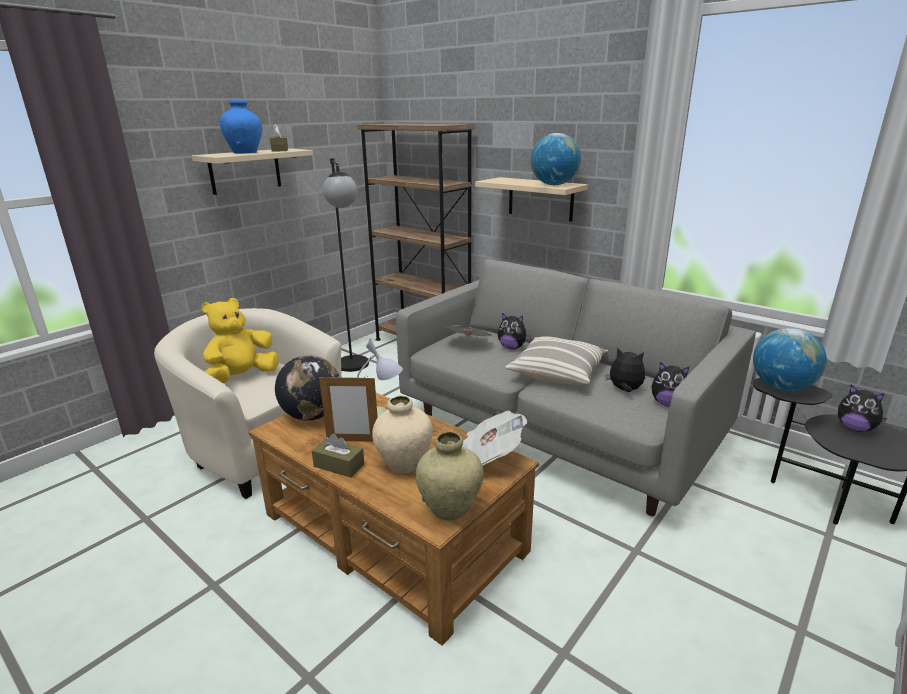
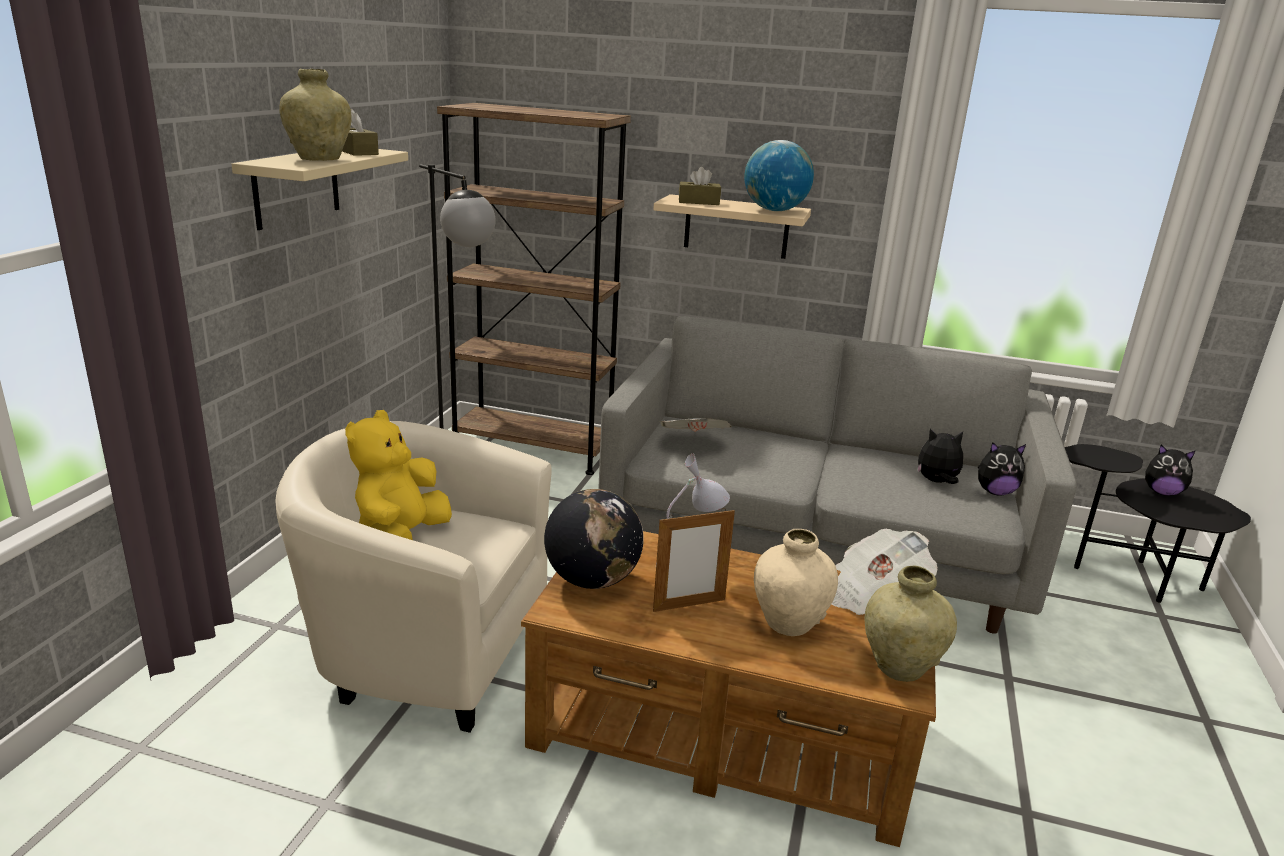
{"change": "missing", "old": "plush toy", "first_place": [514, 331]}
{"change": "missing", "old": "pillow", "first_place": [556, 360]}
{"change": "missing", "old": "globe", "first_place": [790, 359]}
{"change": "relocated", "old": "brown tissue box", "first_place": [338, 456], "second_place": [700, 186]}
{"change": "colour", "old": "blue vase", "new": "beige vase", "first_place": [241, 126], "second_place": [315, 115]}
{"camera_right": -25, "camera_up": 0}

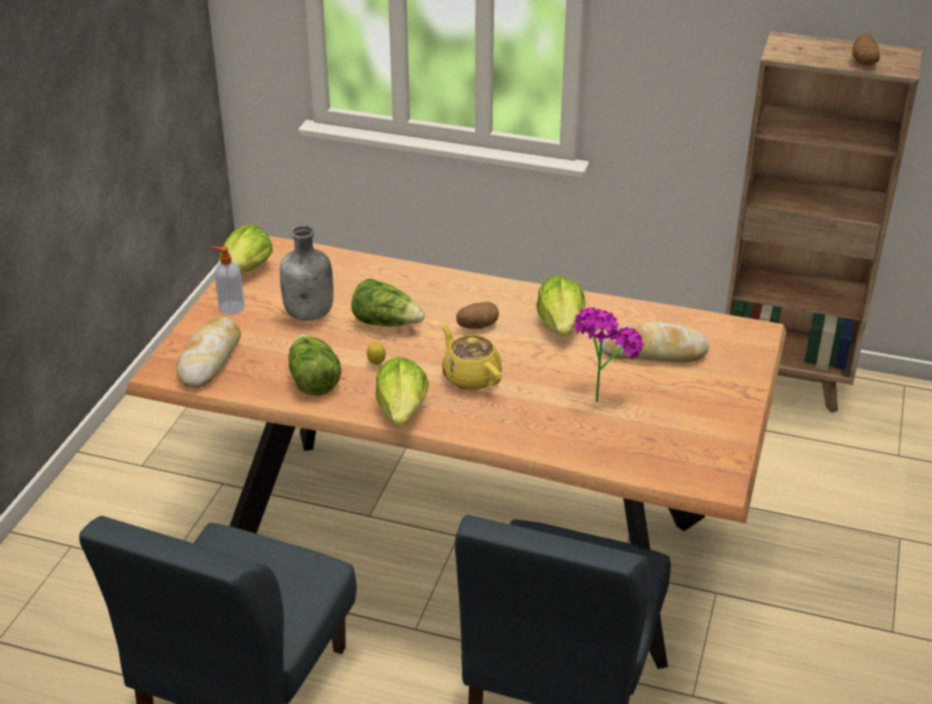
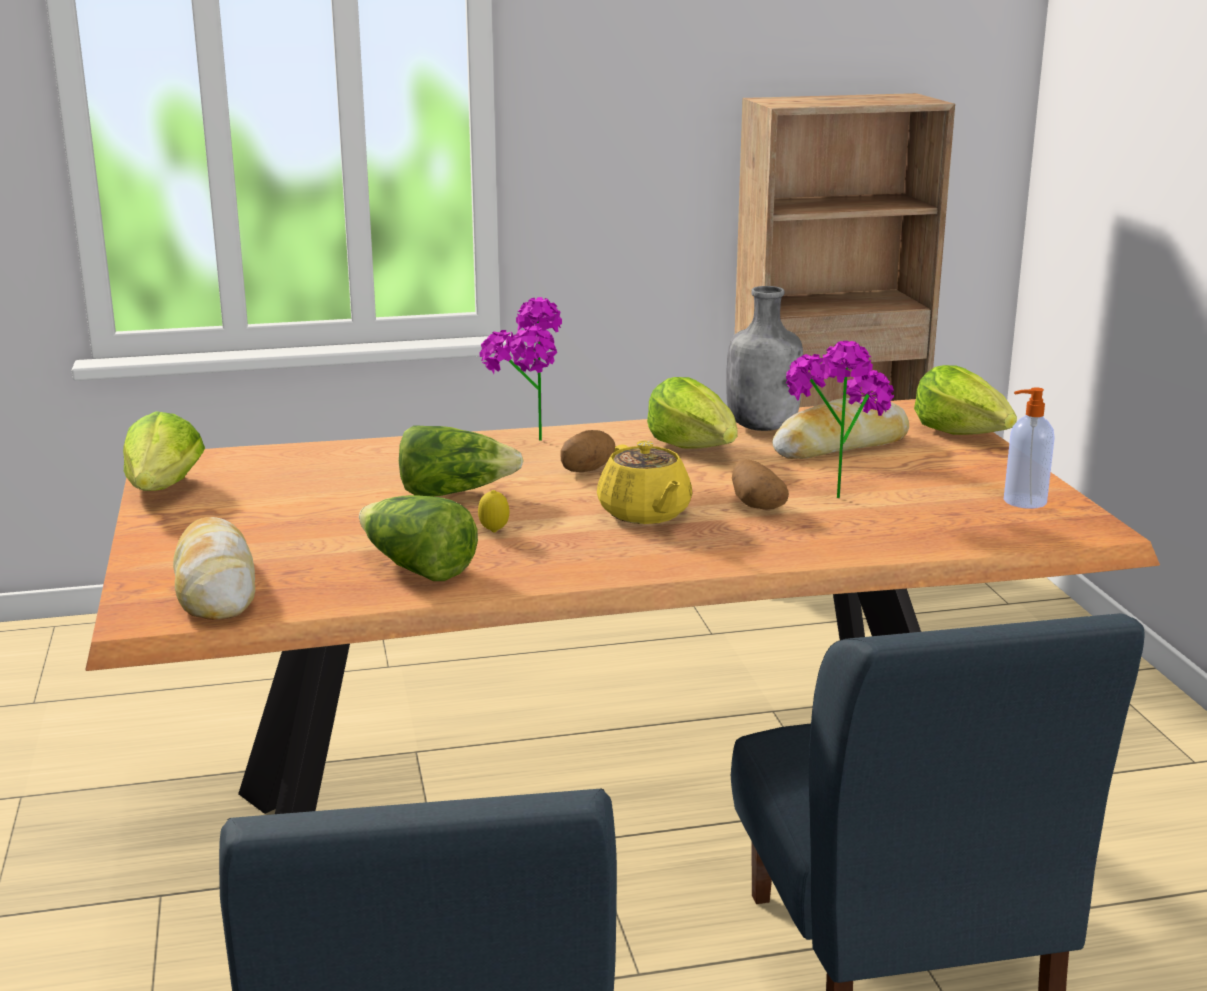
{"change": "appeared", "new": "potted plant", "second_place": [521, 369]}
{"change": "relocated", "old": "soap dispenser", "first_place": [227, 280], "second_place": [1029, 448]}
{"change": "relocated", "old": "grey bottle", "first_place": [307, 273], "second_place": [764, 358]}
{"change": "relocated", "old": "lettuce", "first_place": [402, 392], "second_place": [965, 400]}
{"change": "relocated", "old": "potato", "first_place": [866, 49], "second_place": [760, 484]}
{"change": "spun", "old": "yellow teapot", "first_place": [471, 357], "second_place": [645, 482], "degrees": -135}
{"camera_right": -30, "camera_up": -15}

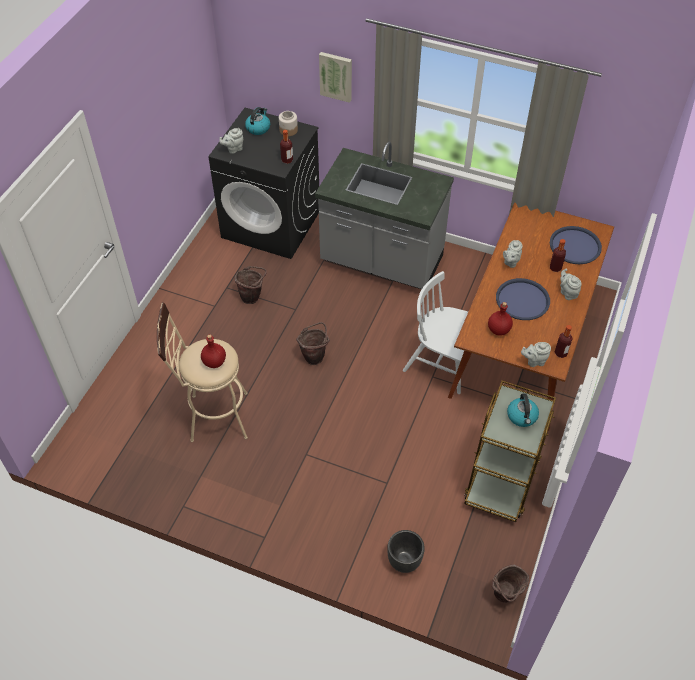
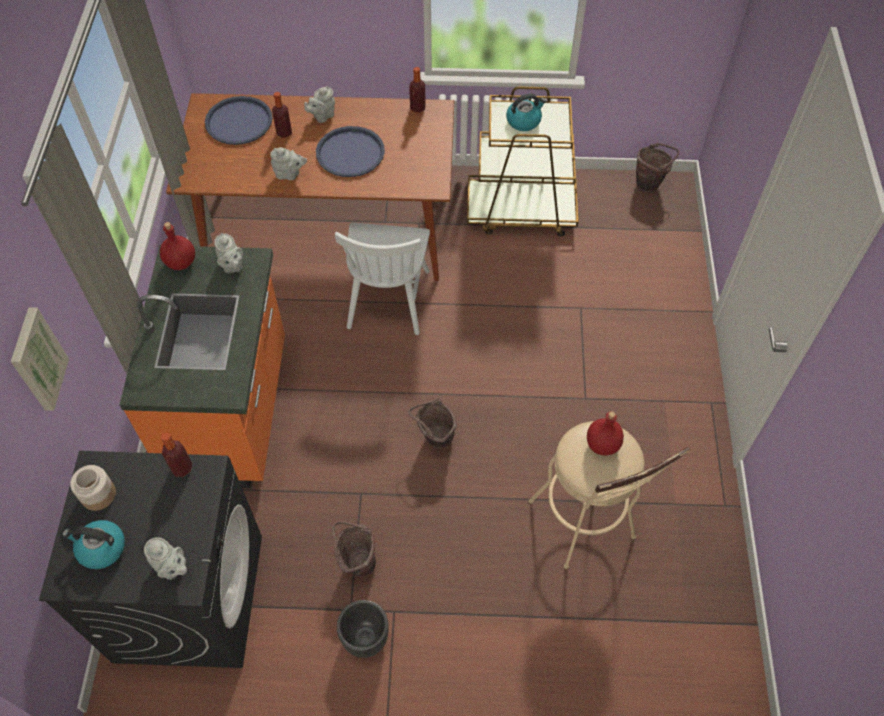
{"change": "relocated", "old": "black planter", "first_place": [406, 551], "second_place": [363, 629]}
{"change": "relocated", "old": "red bottle", "first_place": [500, 319], "second_place": [177, 246]}
{"change": "relocated", "old": "grey teapot", "first_place": [536, 354], "second_place": [228, 253]}
{"change": "colour", "old": "grey counter", "new": "orange counter", "first_place": [384, 215], "second_place": [202, 366]}
{"camera_right": -110, "camera_up": 5}

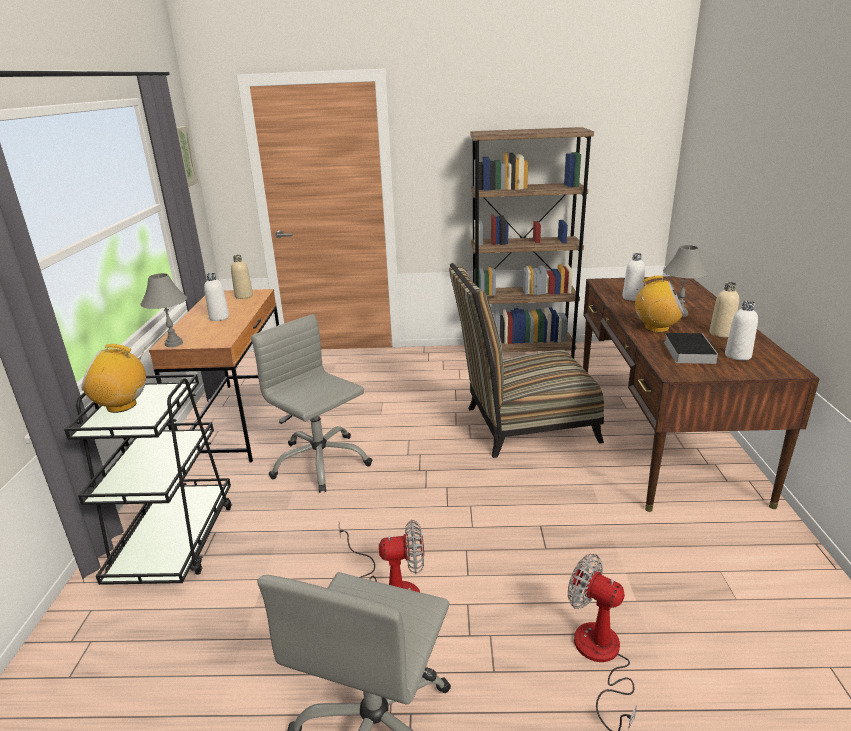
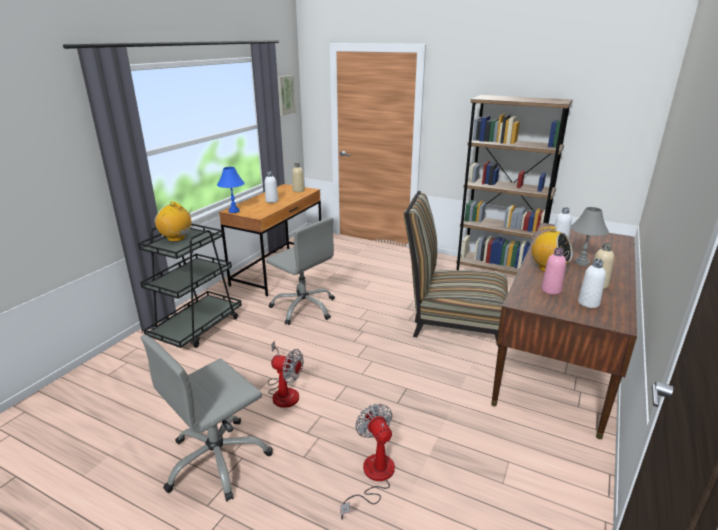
{"change": "exchanged", "old": "book", "new": "pink bottle", "first_place": [691, 348], "second_place": [553, 271]}
{"change": "colour", "old": "grey table lamp", "new": "blue table lamp", "first_place": [164, 310], "second_place": [231, 190]}
{"change": "spun", "old": "grey office chair", "first_place": [311, 403], "second_place": [300, 271], "degrees": 150}
{"camera_right": 25, "camera_up": 0}

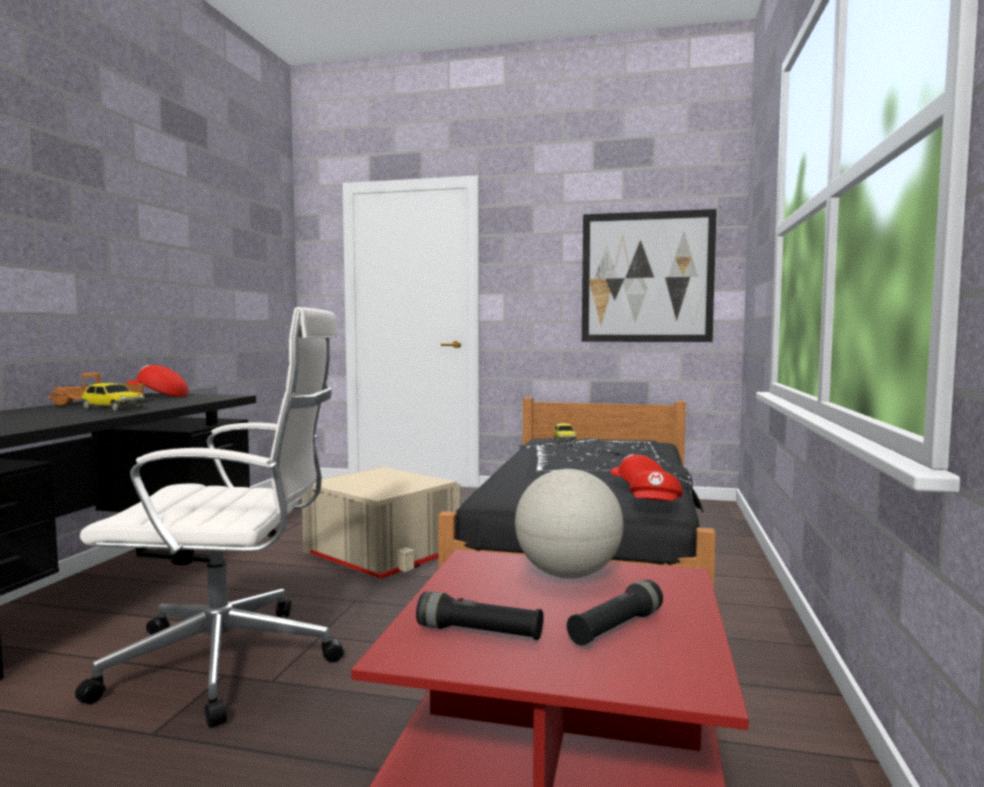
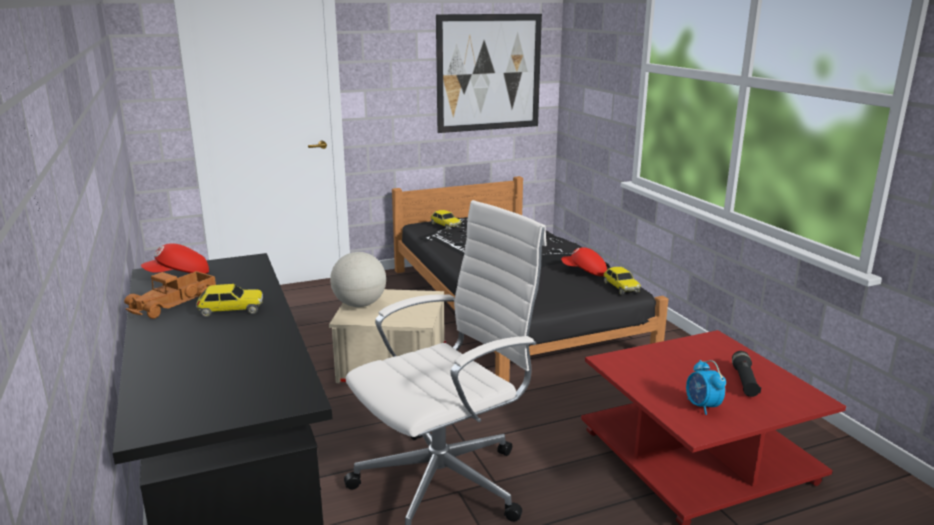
{"change": "relocated", "old": "globe", "first_place": [569, 524], "second_place": [358, 279]}
{"change": "exchanged", "old": "black flashlight", "new": "alarm clock", "first_place": [480, 616], "second_place": [706, 387]}
{"change": "exchanged", "old": "red cap", "new": "toy car", "first_place": [656, 486], "second_place": [622, 281]}
{"camera_right": -35, "camera_up": 15}

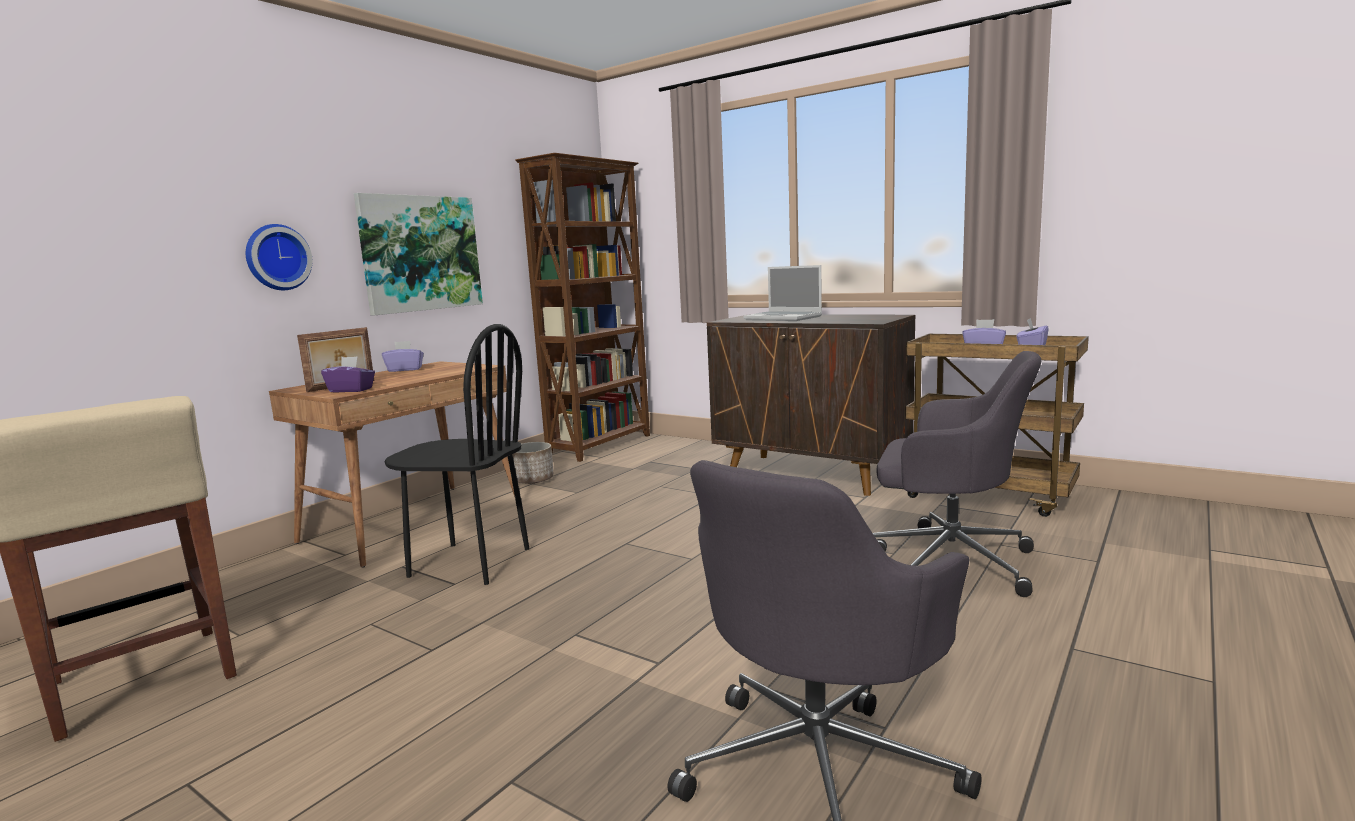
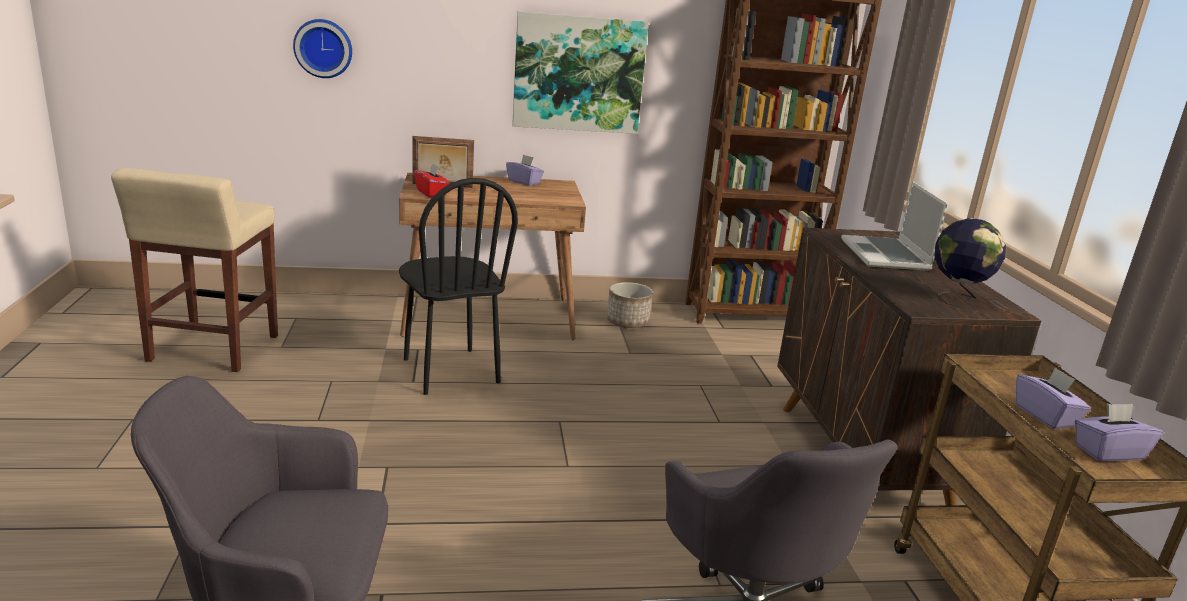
{"change": "appeared", "new": "globe", "second_place": [970, 263]}
{"change": "relocated", "old": "wall clock", "first_place": [279, 257], "second_place": [322, 48]}
{"change": "colour", "old": "purple tissue box", "new": "red tissue box", "first_place": [348, 374], "second_place": [432, 180]}
{"camera_right": 45, "camera_up": 10}

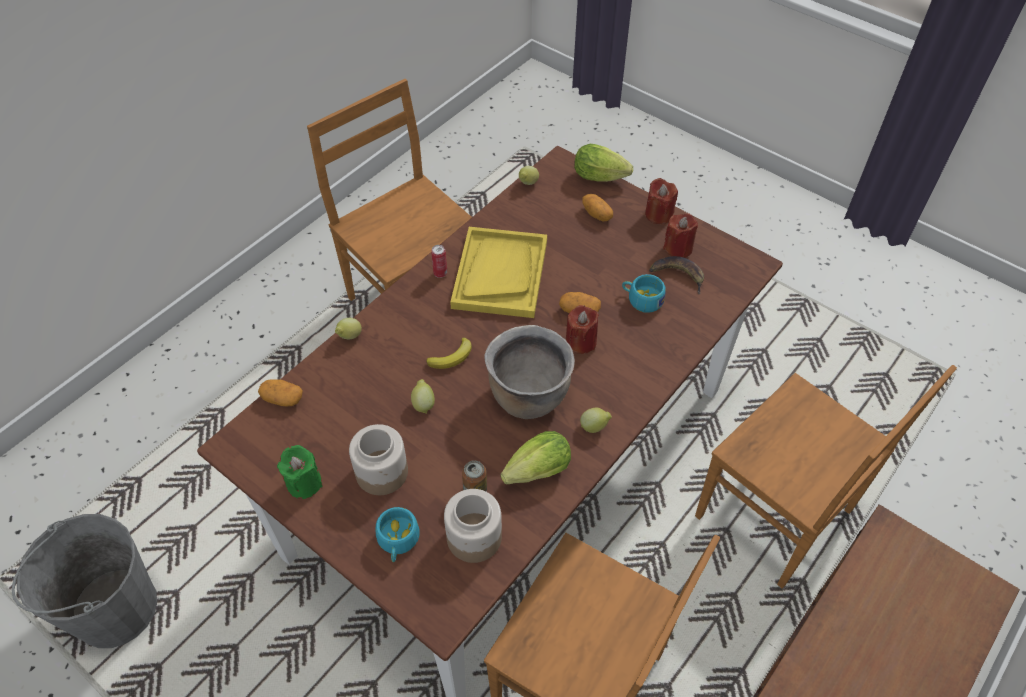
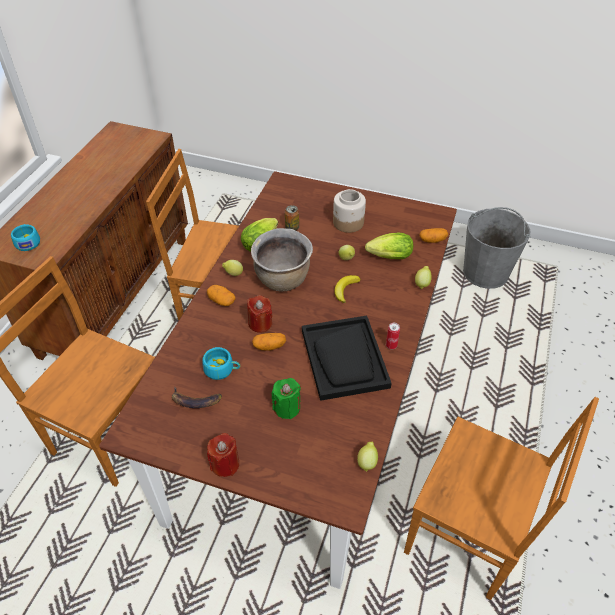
{"change": "missing", "old": "jar", "first_place": [473, 526]}
{"change": "missing", "old": "red candle", "first_place": [680, 235]}
{"change": "relocated", "old": "green candle", "first_place": [300, 472], "second_place": [286, 398]}
{"change": "relocated", "old": "turquoise cup", "first_place": [398, 534], "second_place": [25, 237]}
{"change": "relocated", "old": "lettuce", "first_place": [603, 163], "second_place": [389, 246]}
{"change": "relocated", "old": "potato", "first_place": [597, 207], "second_place": [221, 295]}
{"change": "colour", "old": "yellow tray", "new": "black tray", "first_place": [498, 272], "second_place": [347, 358]}
{"camera_right": 160, "camera_up": -5}

